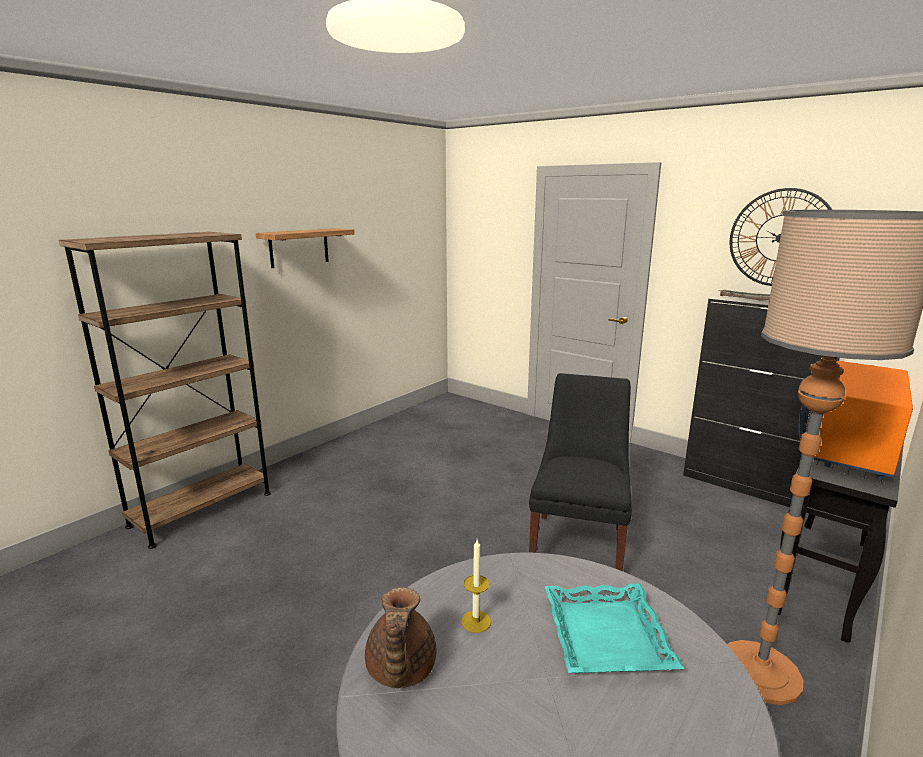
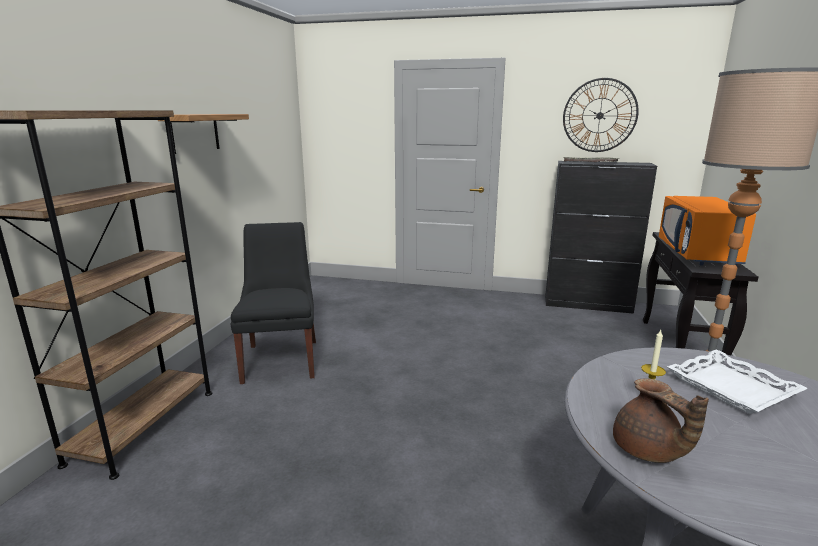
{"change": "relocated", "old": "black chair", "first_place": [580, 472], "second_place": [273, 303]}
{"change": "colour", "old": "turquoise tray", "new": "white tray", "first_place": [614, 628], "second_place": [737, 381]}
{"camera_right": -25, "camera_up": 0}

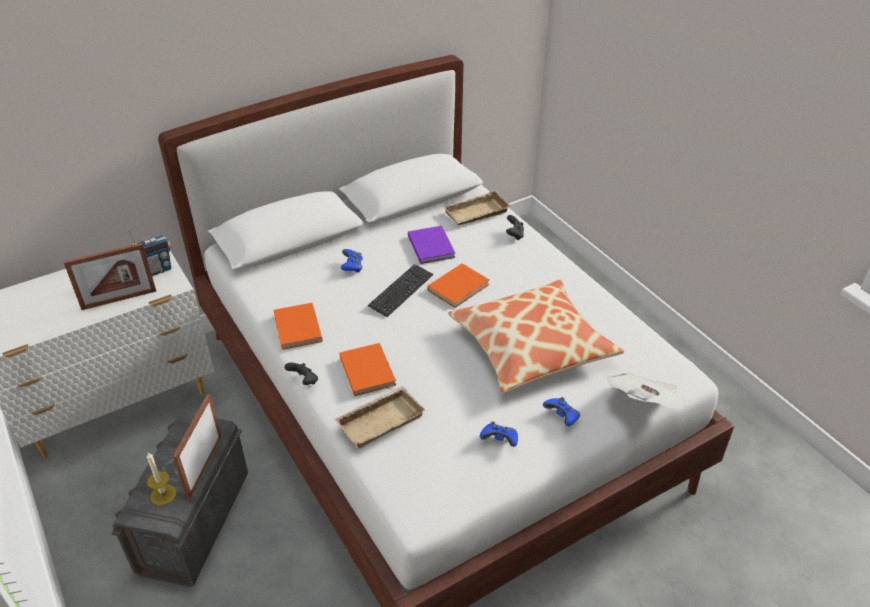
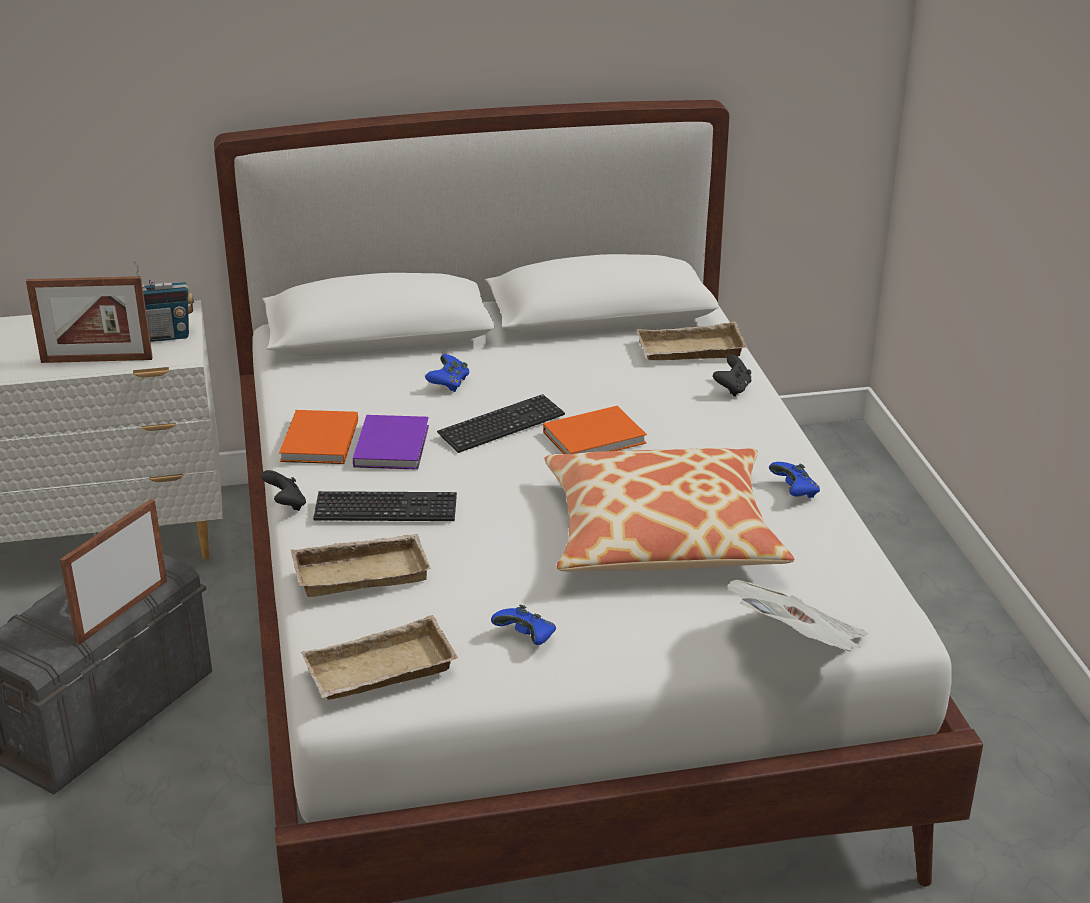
{"change": "missing", "old": "candle", "first_place": [161, 478]}
{"change": "appeared", "new": "beige tray", "second_place": [379, 657]}
{"change": "relocated", "old": "purple book", "first_place": [431, 245], "second_place": [391, 442]}
{"change": "relocated", "old": "blue game controller", "first_place": [561, 411], "second_place": [794, 480]}
{"change": "exchanged", "old": "orange book", "new": "keyboard", "first_place": [367, 369], "second_place": [385, 506]}
{"camera_right": 20, "camera_up": -10}

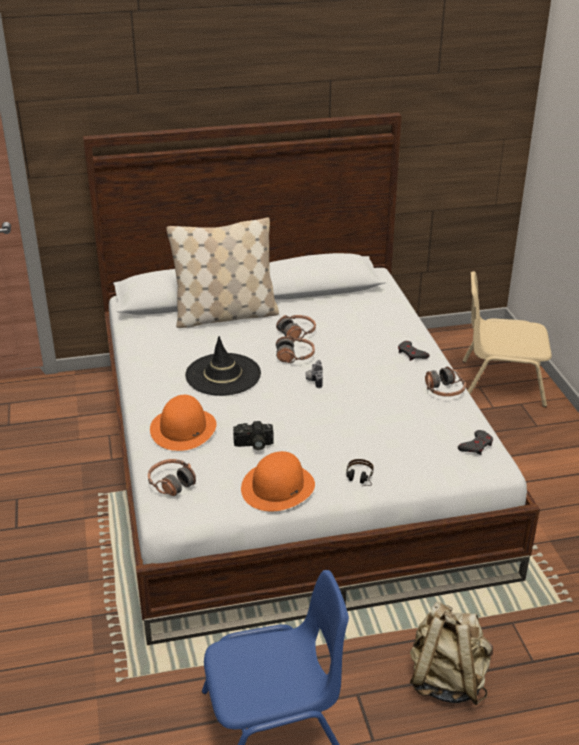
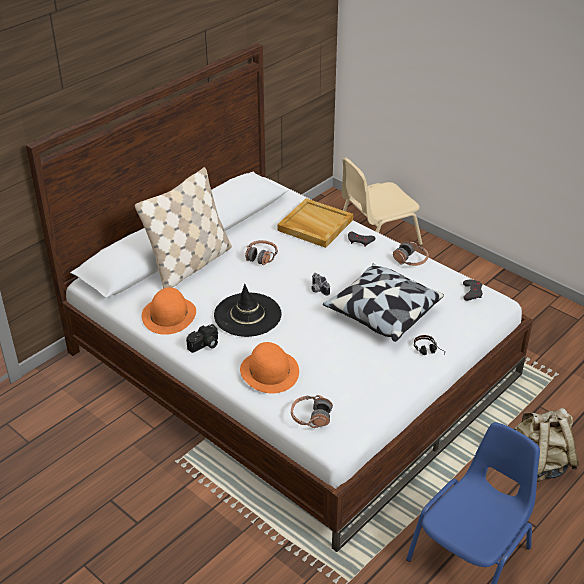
{"change": "missing", "old": "headphones", "first_place": [295, 349]}
{"change": "appeared", "new": "beige tray", "second_place": [315, 223]}
{"change": "appeared", "new": "pillow", "second_place": [383, 303]}
{"change": "relocated", "old": "photo camera", "first_place": [253, 435], "second_place": [202, 338]}
{"change": "relocated", "old": "orange hat", "first_place": [278, 481], "second_place": [169, 311]}
{"camera_right": -35, "camera_up": 5}

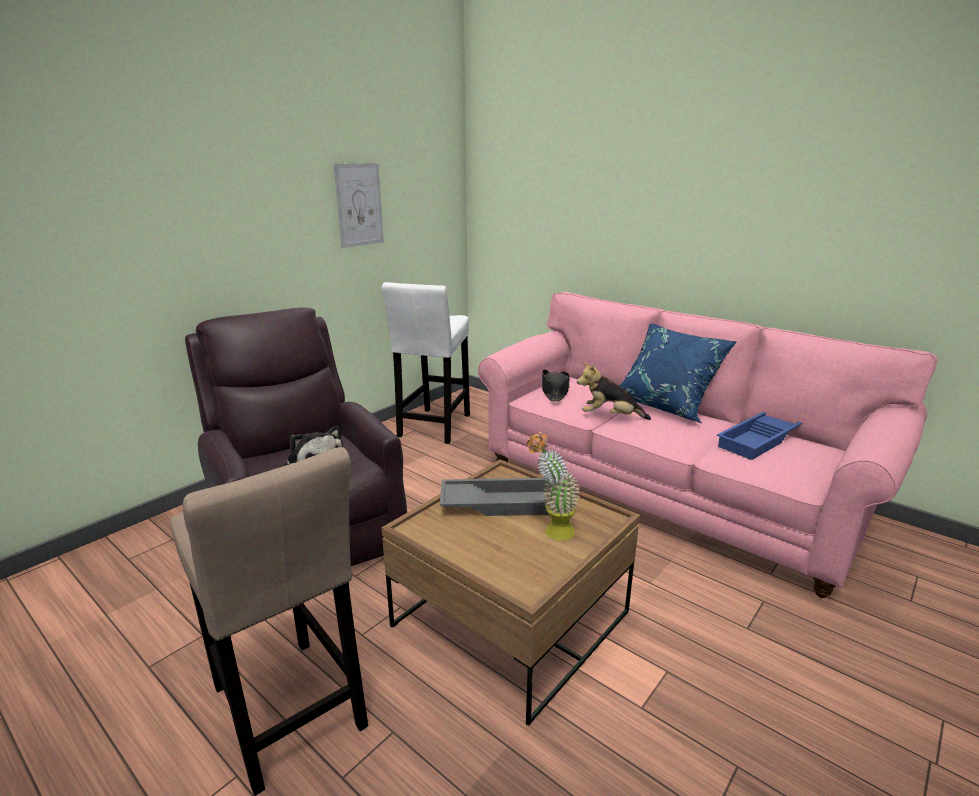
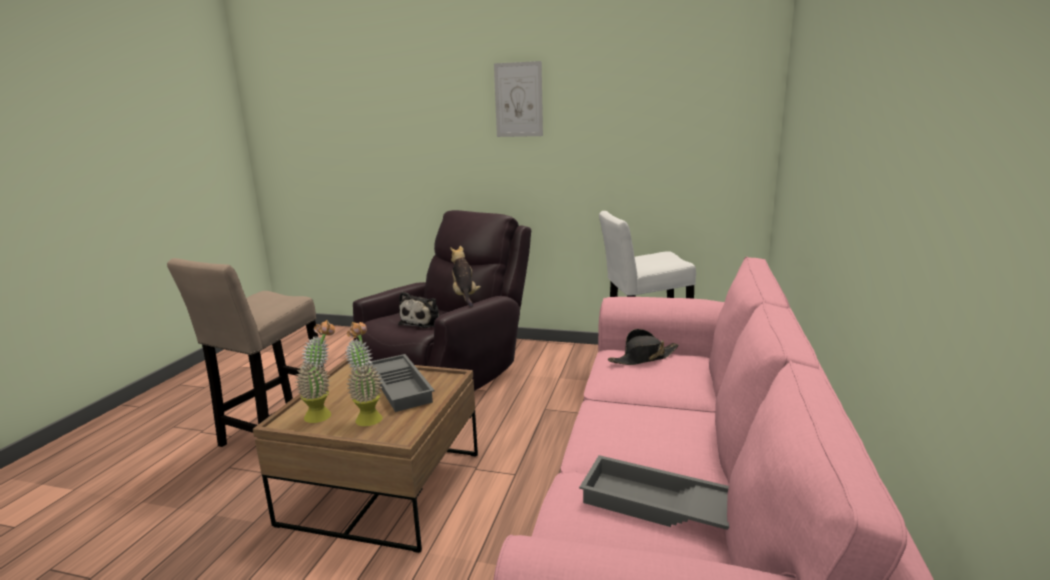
{"change": "missing", "old": "blue pillow", "first_place": [678, 373]}
{"change": "appeared", "new": "potted plant", "second_place": [315, 371]}
{"change": "relocated", "old": "picture", "first_place": [359, 205], "second_place": [518, 99]}
{"change": "relocated", "old": "plush toy", "first_place": [614, 391], "second_place": [465, 276]}
{"change": "colour", "old": "blue tray", "new": "grey tray", "first_place": [759, 436], "second_place": [654, 492]}
{"camera_right": 65, "camera_up": -5}

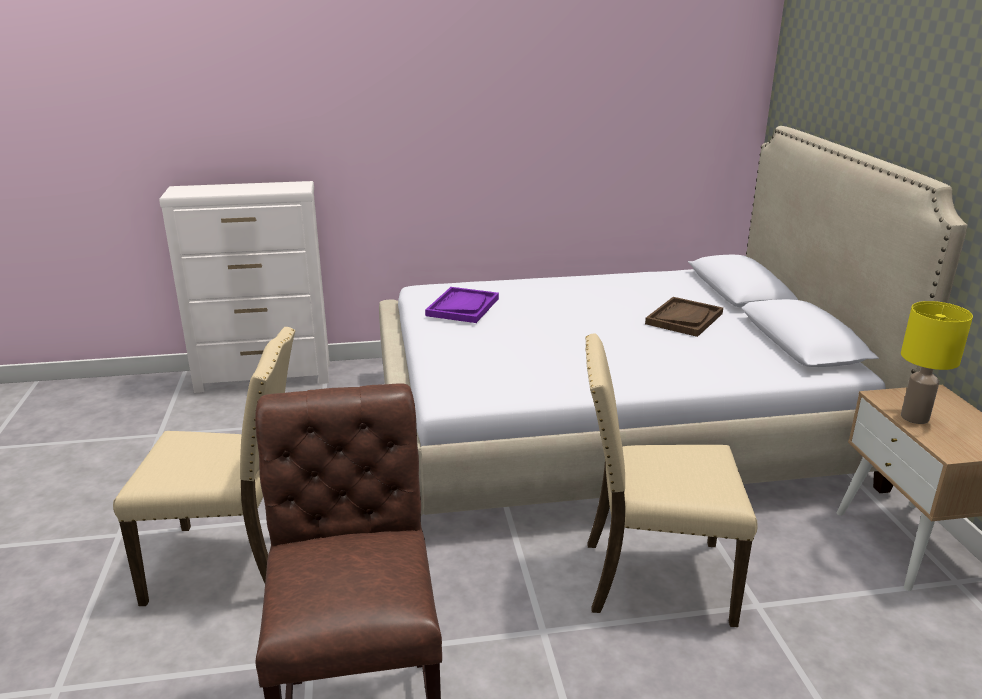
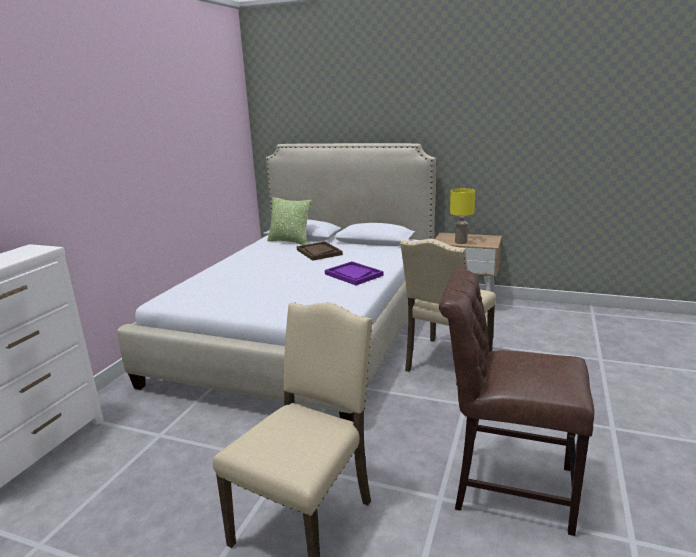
{"change": "appeared", "new": "pillow", "second_place": [289, 221]}
{"change": "relocated", "old": "purple tray", "first_place": [462, 305], "second_place": [354, 273]}
{"camera_right": -60, "camera_up": -5}

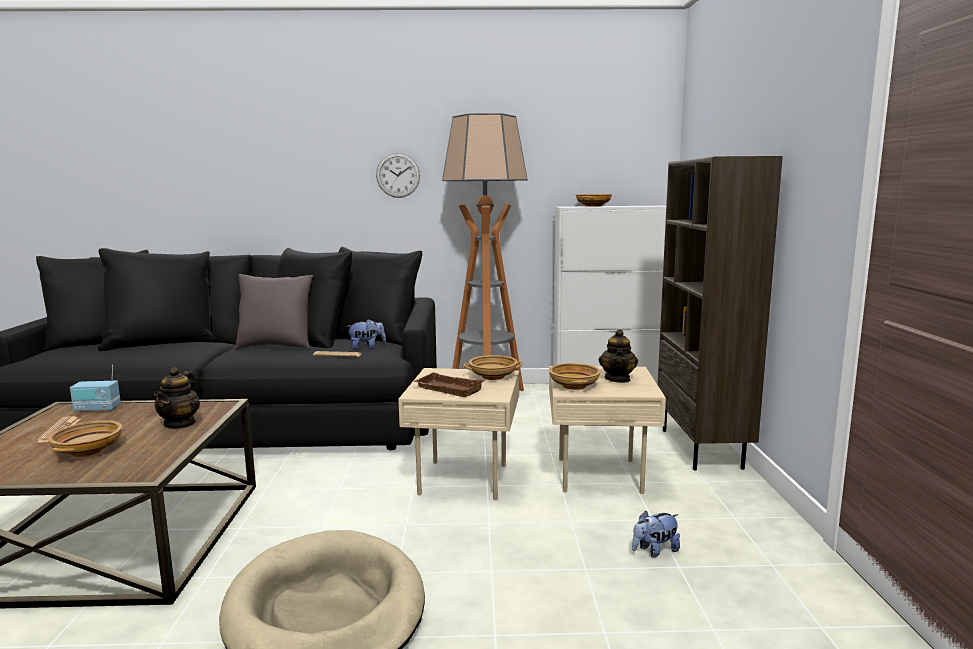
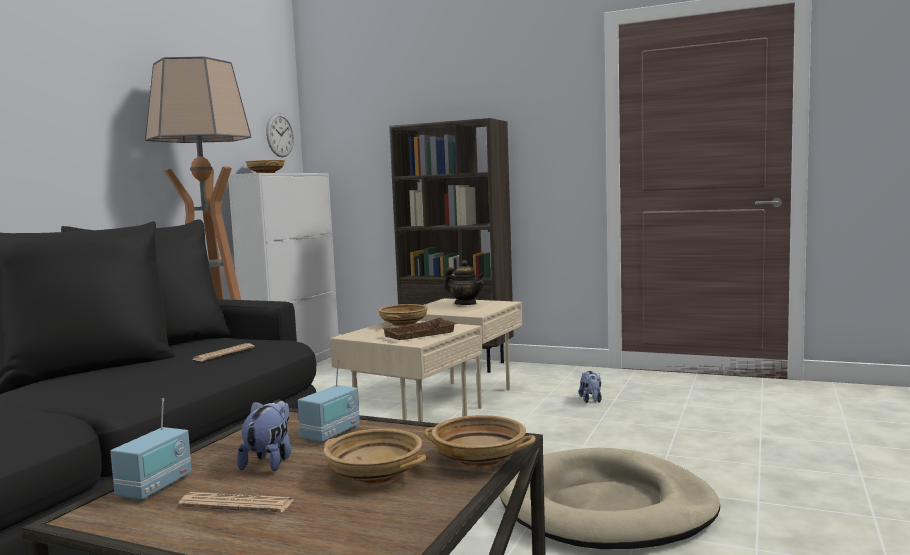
{"change": "missing", "old": "grey pillow", "first_place": [274, 312]}
{"change": "relocated", "old": "plush toy", "first_place": [366, 334], "second_place": [264, 435]}
{"change": "relocated", "old": "wall clock", "first_place": [398, 175], "second_place": [280, 135]}
{"change": "relocated", "old": "beige bowl", "first_place": [575, 376], "second_place": [480, 441]}
{"change": "exchanged", "old": "teapot", "new": "radio", "first_place": [177, 398], "second_place": [329, 401]}
{"camera_right": -65, "camera_up": -5}

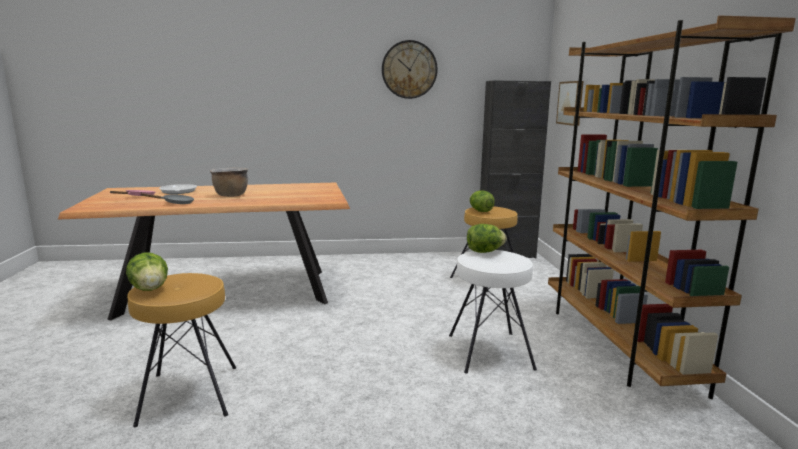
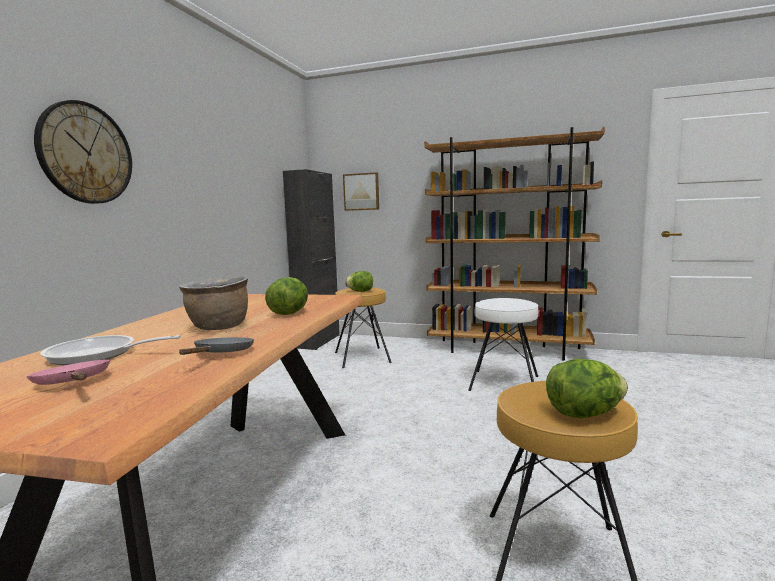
{"change": "relocated", "old": "wall clock", "first_place": [410, 69], "second_place": [83, 152]}
{"change": "relocated", "old": "lettuce", "first_place": [487, 238], "second_place": [286, 296]}
{"camera_right": -65, "camera_up": -5}

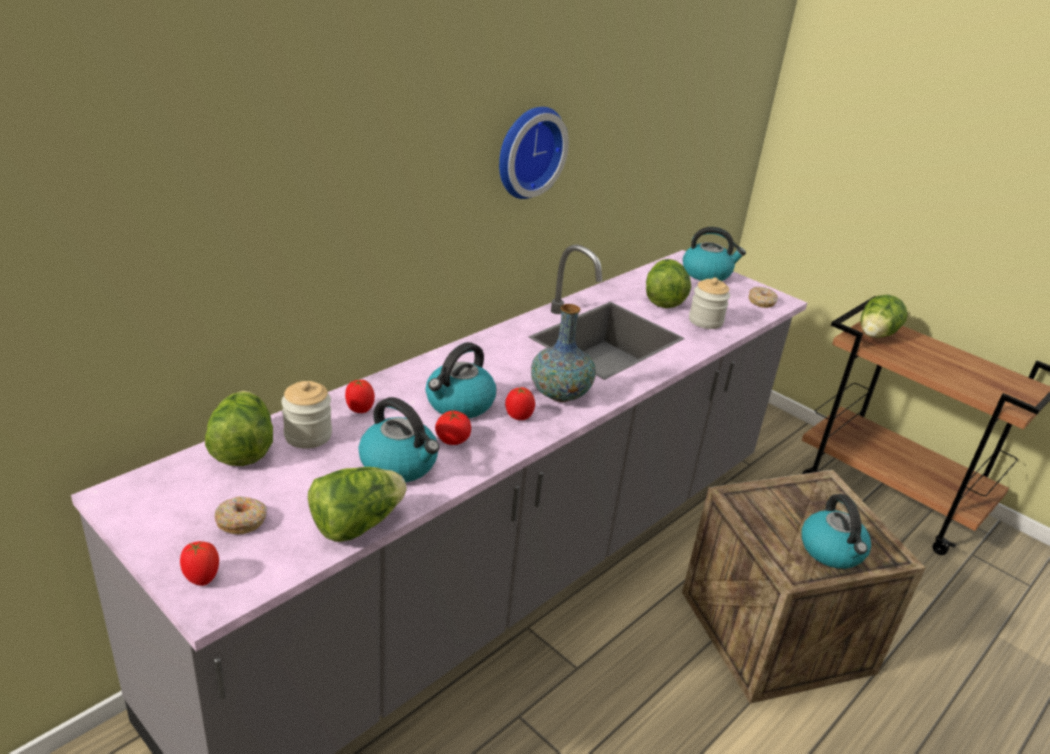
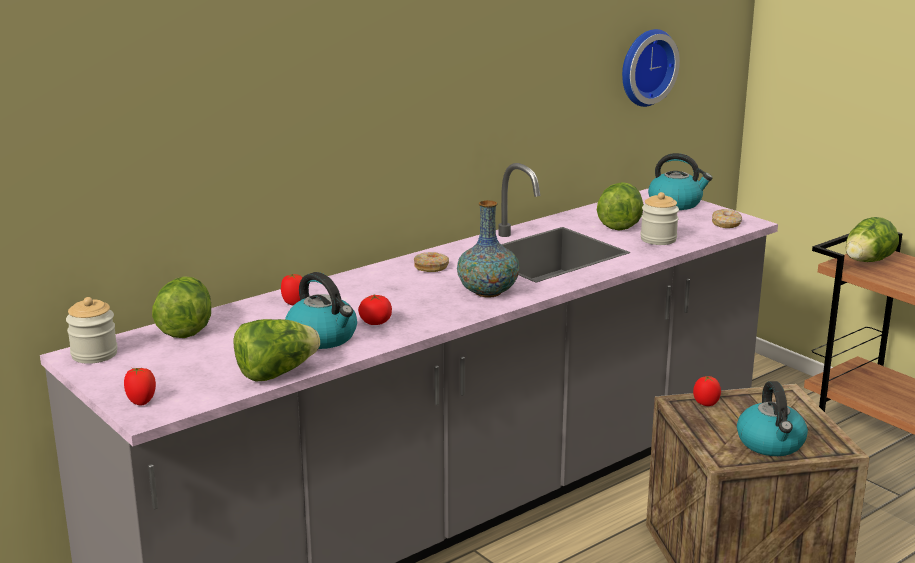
{"change": "missing", "old": "kettle", "first_place": [461, 380]}
{"change": "relocated", "old": "donut", "first_place": [241, 515], "second_place": [431, 262]}
{"change": "relocated", "old": "jar", "first_place": [306, 415], "second_place": [92, 330]}
{"change": "relocated", "old": "wall clock", "first_place": [534, 153], "second_place": [651, 68]}
{"change": "relocated", "old": "tomato", "first_place": [520, 403], "second_place": [707, 391]}
{"camera_right": 10, "camera_up": -10}

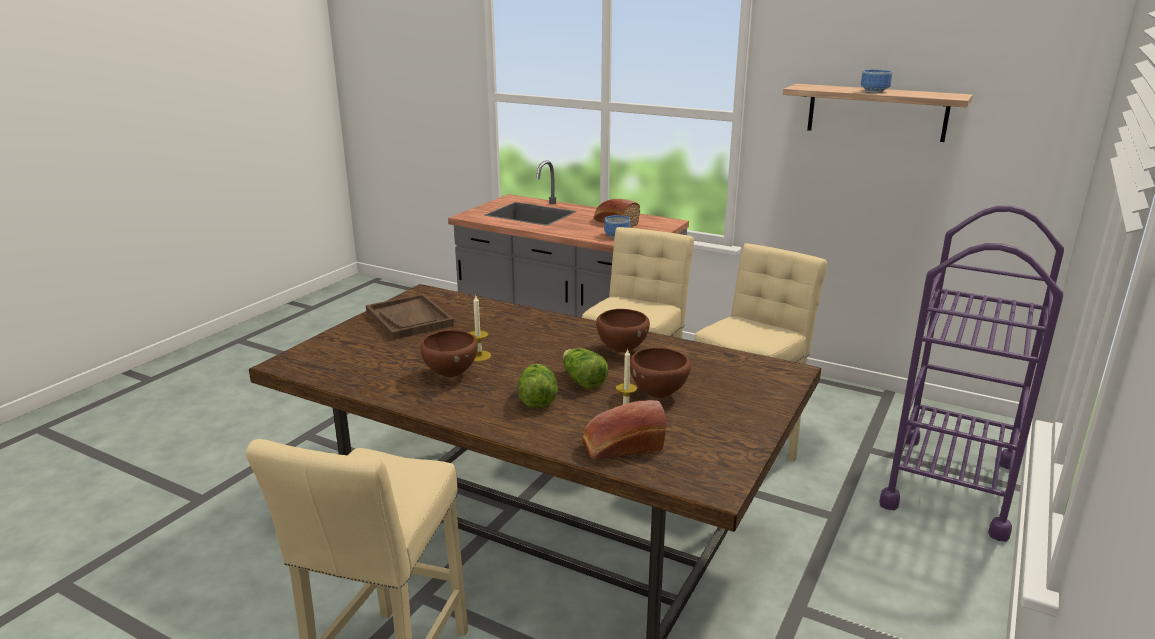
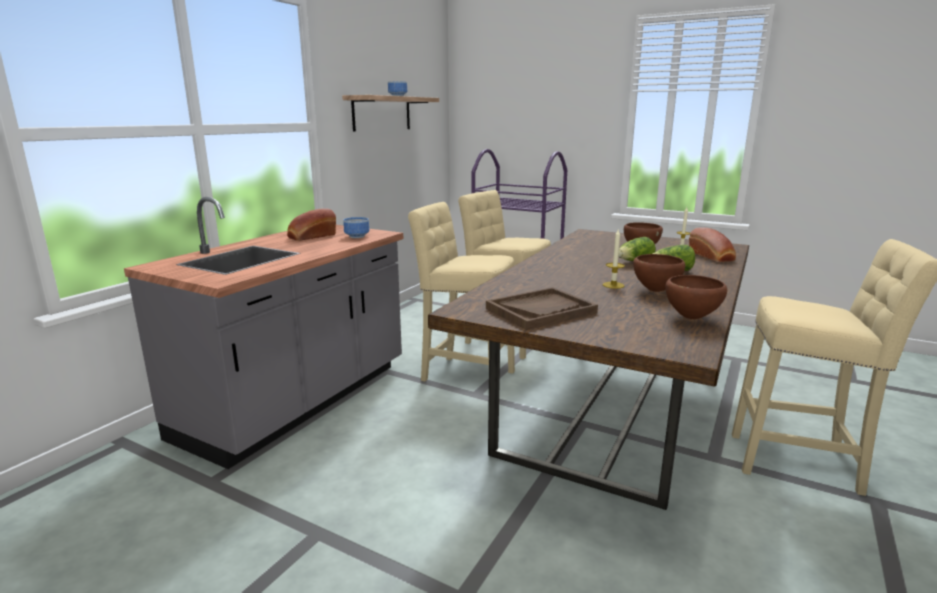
{"change": "relocated", "old": "brown bowl", "first_place": [623, 331], "second_place": [696, 297]}
{"camera_right": -90, "camera_up": -5}

